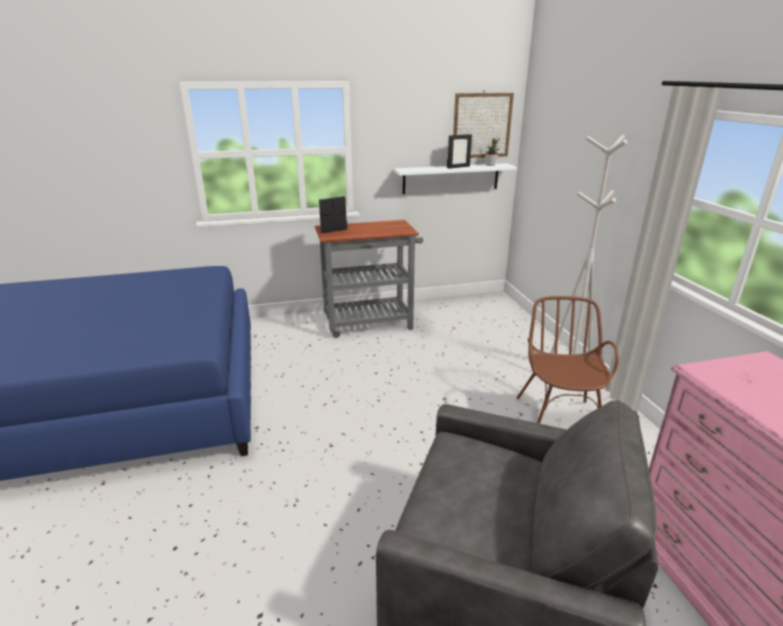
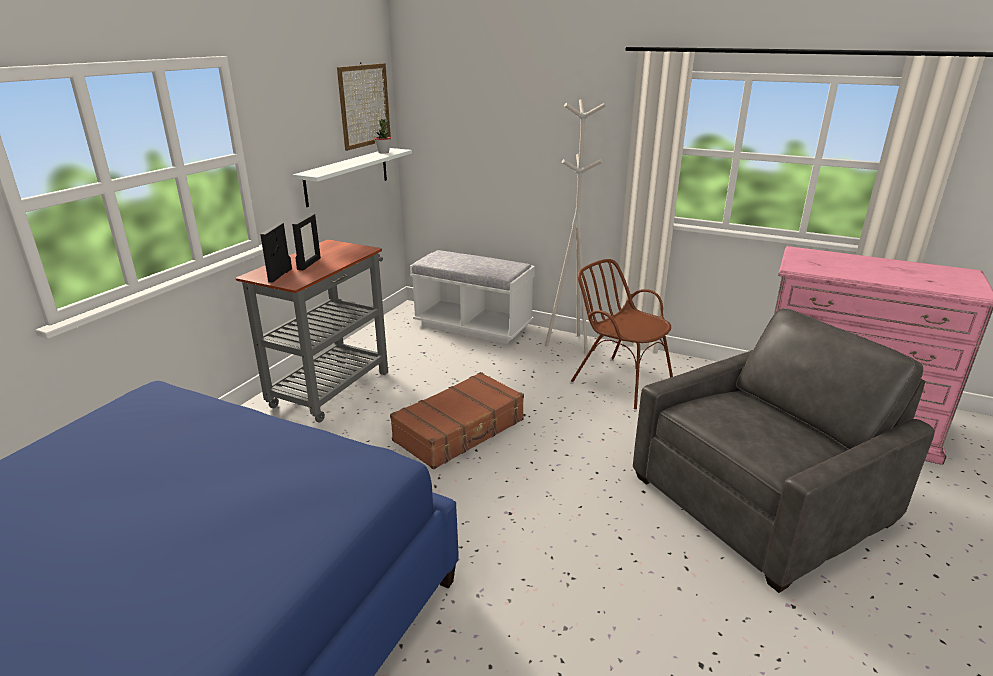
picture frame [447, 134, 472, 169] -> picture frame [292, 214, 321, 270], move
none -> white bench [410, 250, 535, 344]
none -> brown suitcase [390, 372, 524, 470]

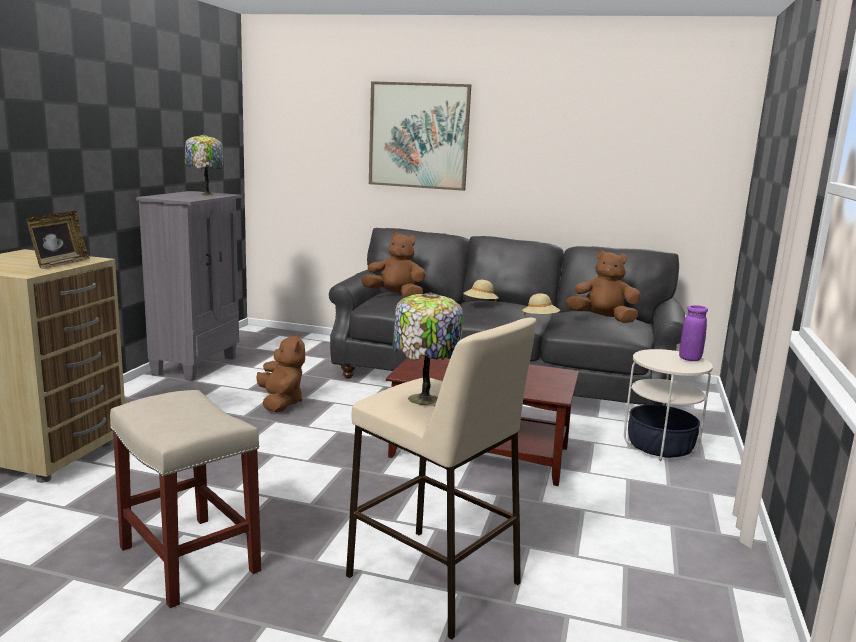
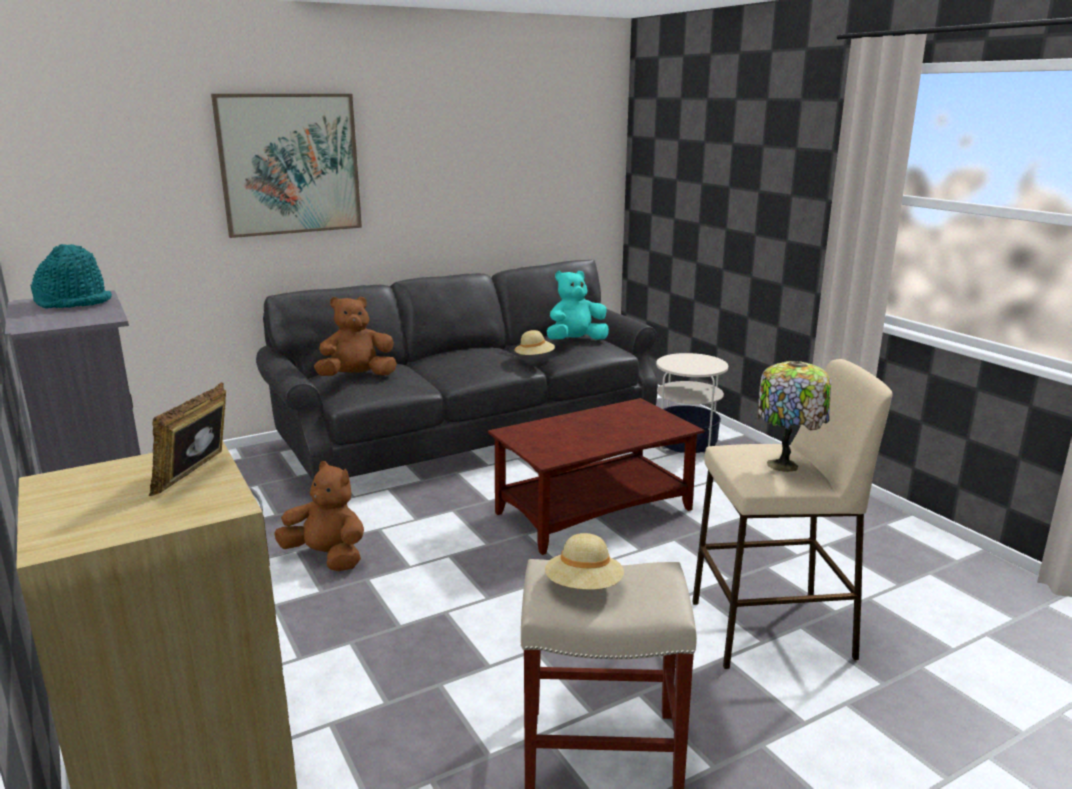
table lamp [185, 134, 223, 196] -> turquoise hat [30, 244, 112, 308]
picture frame [27, 211, 90, 269] -> picture frame [149, 382, 226, 496], 135 degrees counterclockwise
brown plush toy [566, 250, 641, 323] -> turquoise plush toy [547, 271, 609, 340]
beige hat [463, 280, 499, 303] -> beige hat [545, 533, 624, 589], move
purple vase [679, 305, 708, 361] -> none

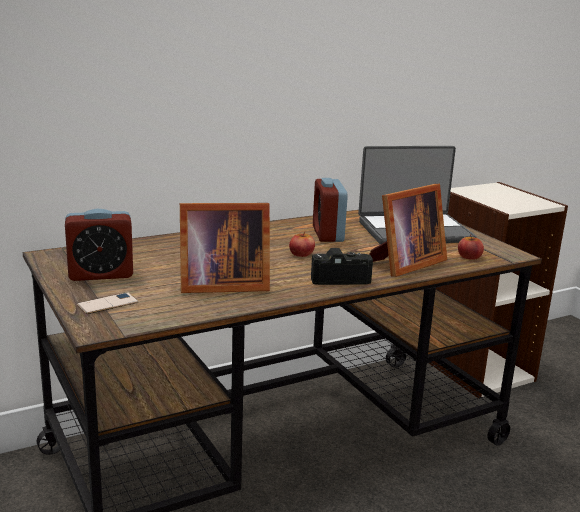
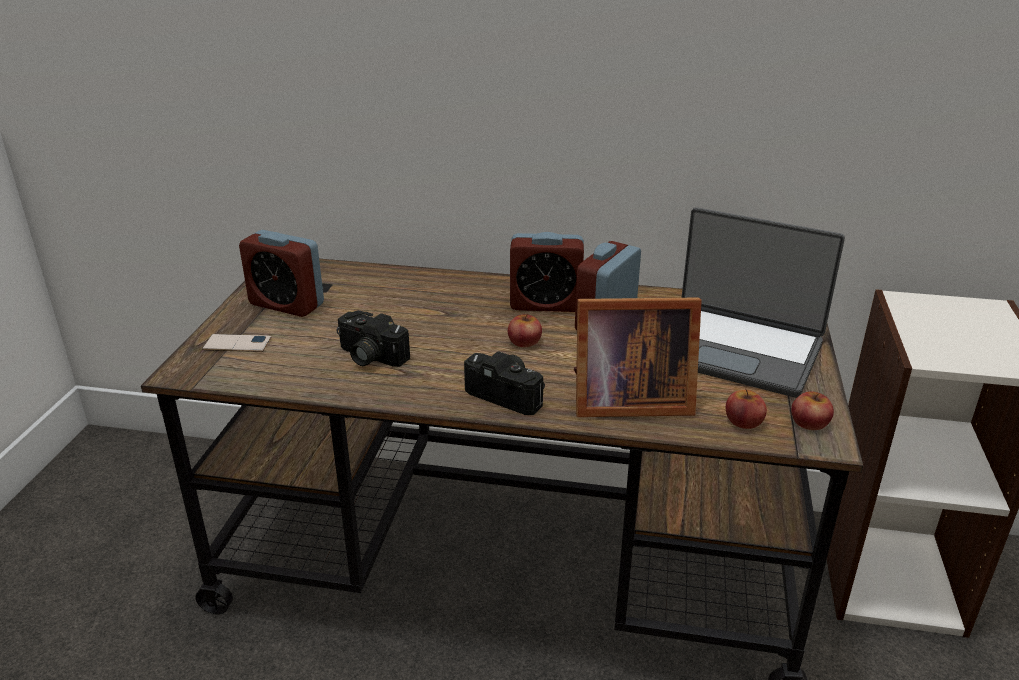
picture frame [180, 203, 270, 293] -> photo camera [336, 310, 410, 367]
none -> alarm clock [510, 232, 584, 312]
none -> apple [791, 391, 834, 430]

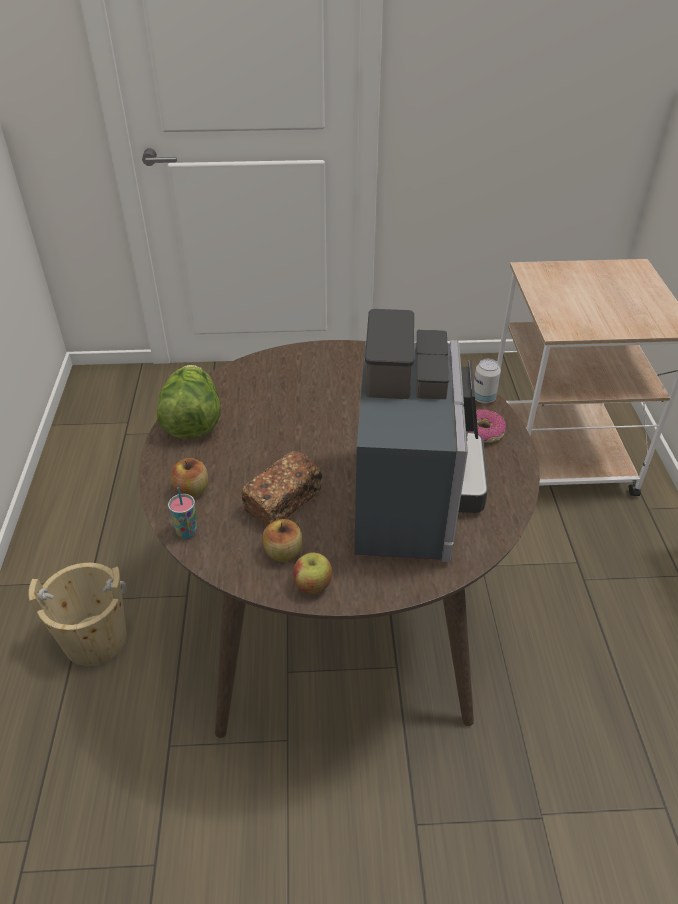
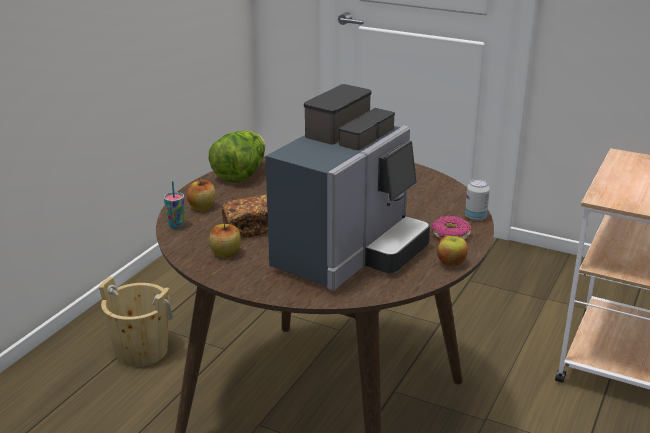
apple [293, 553, 332, 594] -> apple [437, 236, 468, 267], move

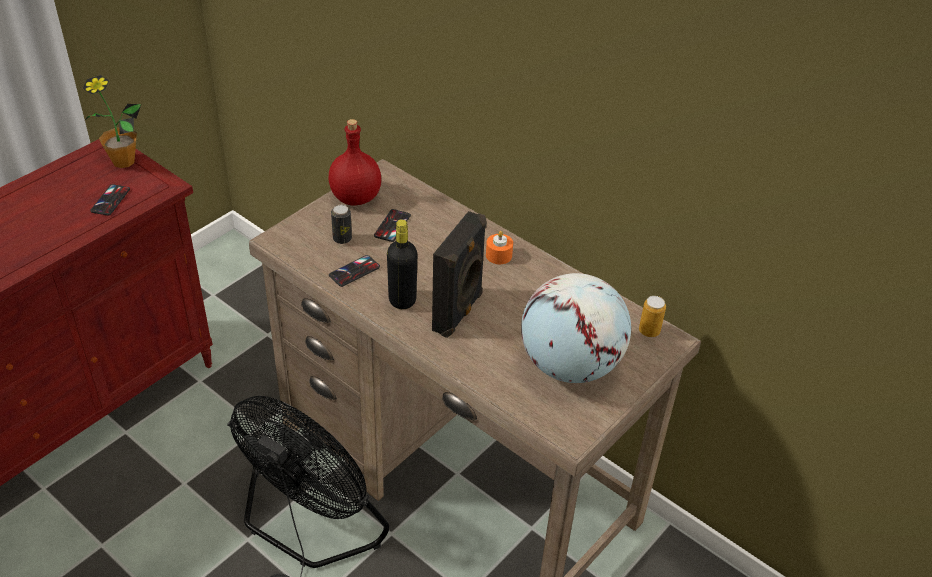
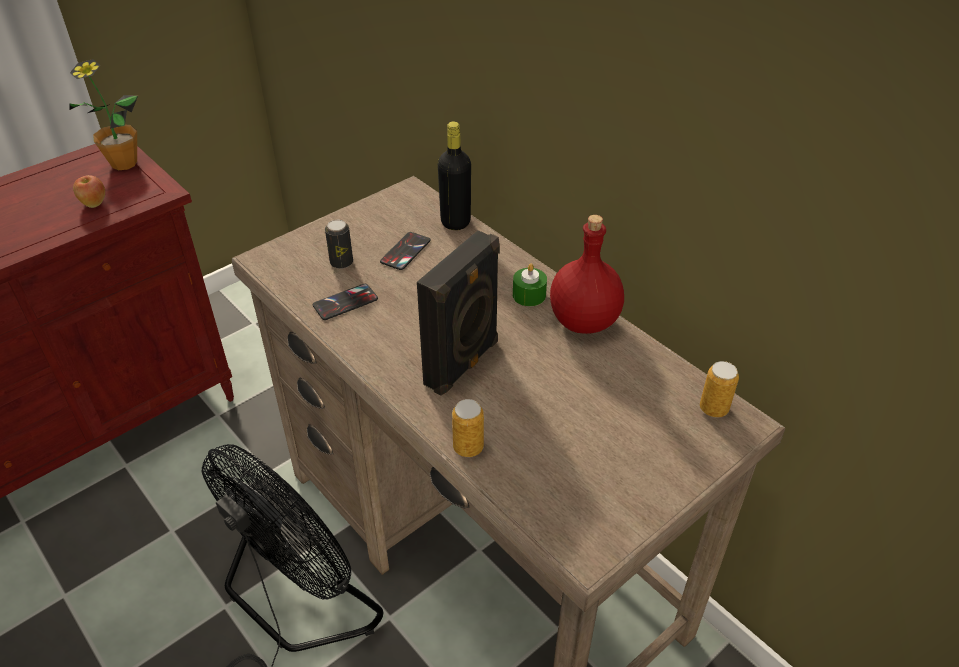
red bottle [328, 119, 381, 205] -> red bottle [550, 215, 624, 334], move
phone [90, 184, 130, 216] -> apple [73, 175, 105, 208]
black bottle [387, 219, 417, 309] -> black bottle [438, 121, 471, 230], move
orange candle [486, 231, 513, 264] -> green candle [513, 263, 547, 306]
globe [521, 273, 631, 383] -> none
none -> can [452, 399, 484, 457]

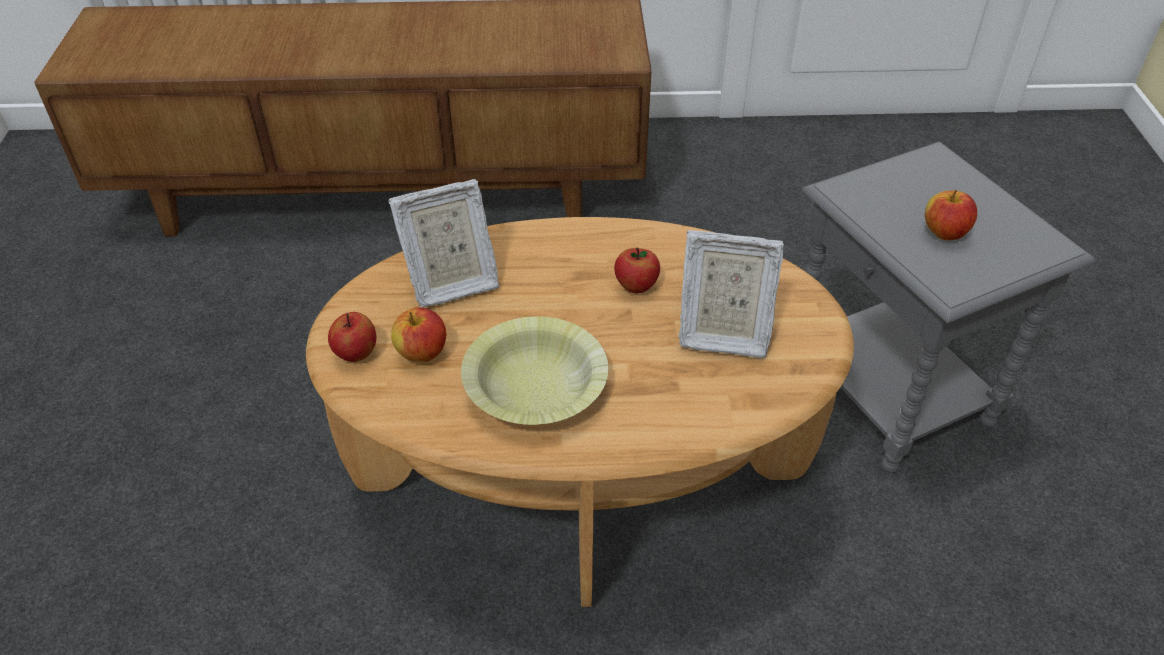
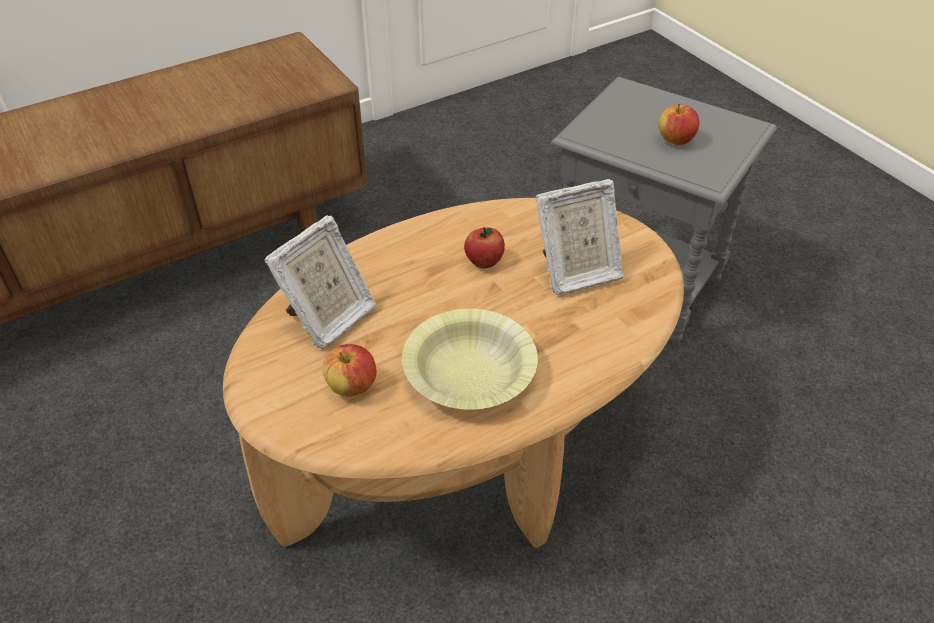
apple [328, 312, 376, 362] -> none

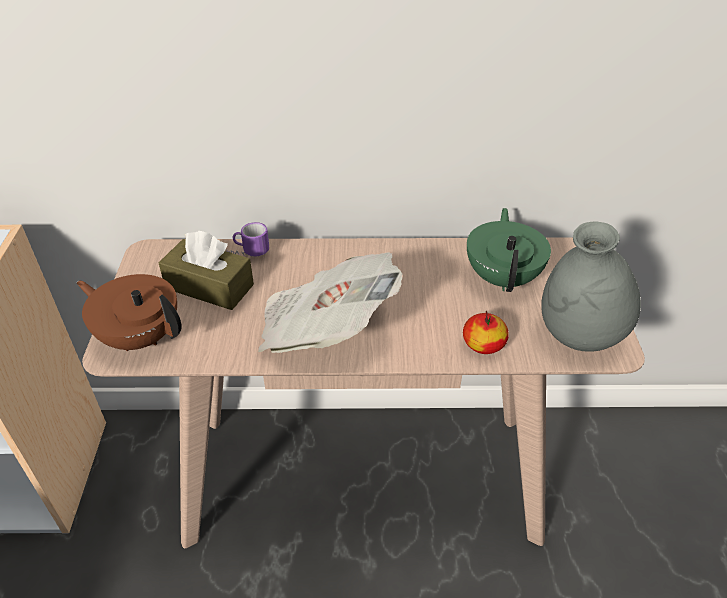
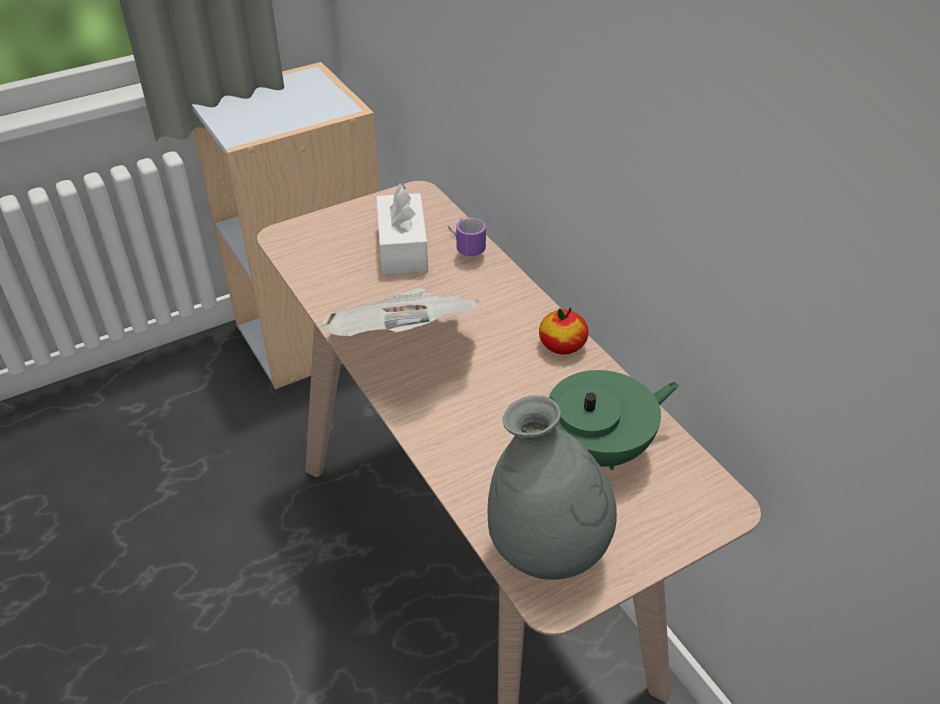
brown tissue box [159, 231, 254, 310] -> white tissue box [376, 183, 428, 275]
brown teapot [76, 274, 182, 351] -> none
apple [463, 311, 509, 354] -> apple [539, 308, 588, 354], move

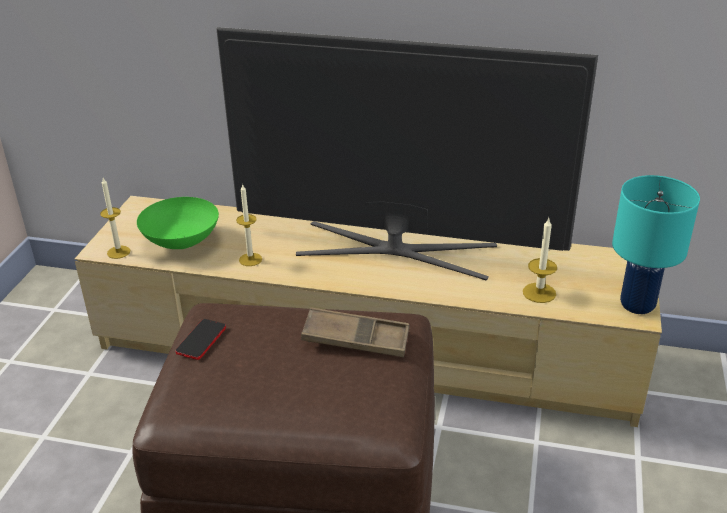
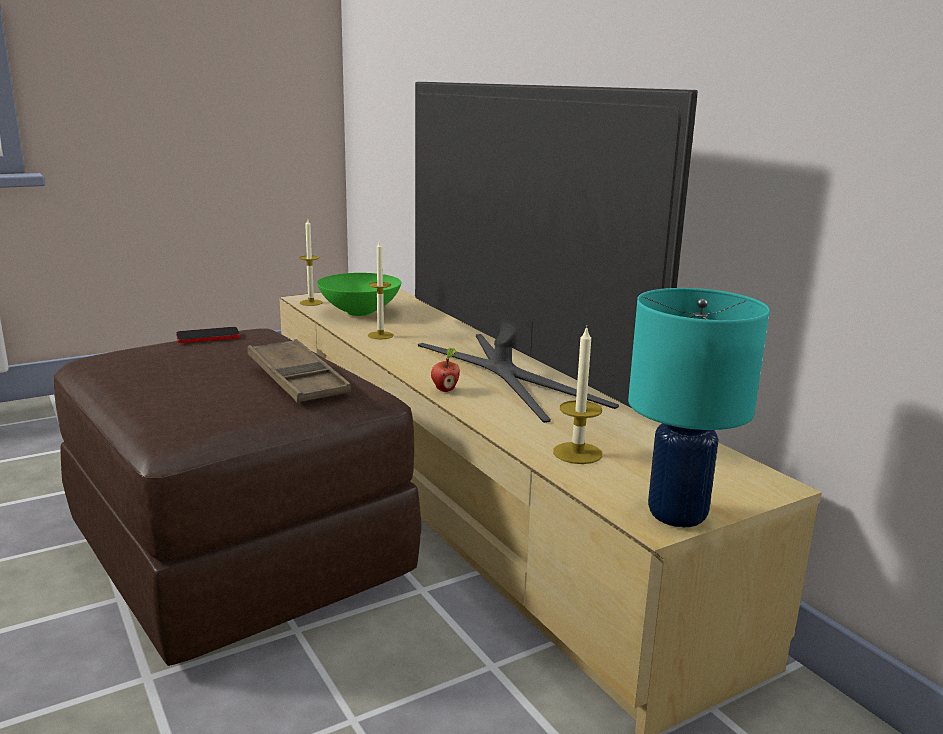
none -> apple [431, 348, 460, 392]

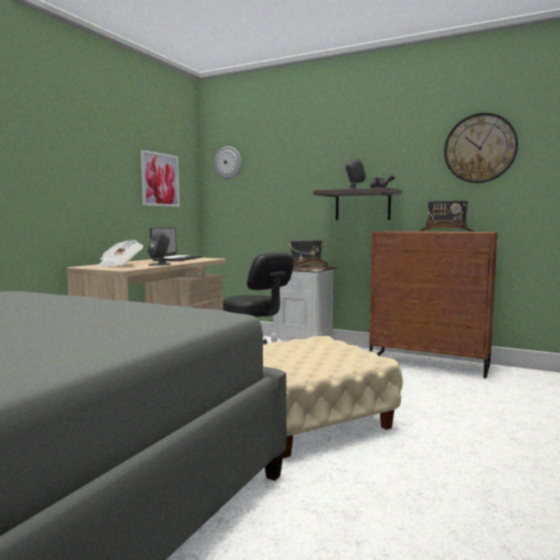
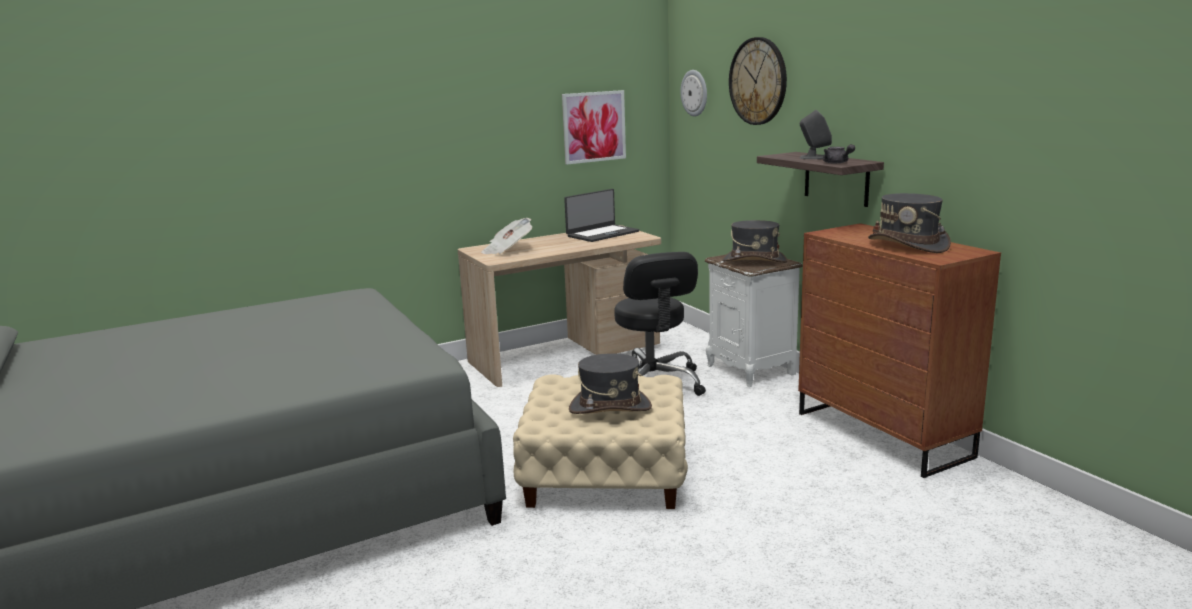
wall clock [444, 113, 518, 183] -> wall clock [729, 37, 787, 125], move
grey speaker [148, 231, 171, 266] -> none
none -> grey hat [569, 353, 652, 414]

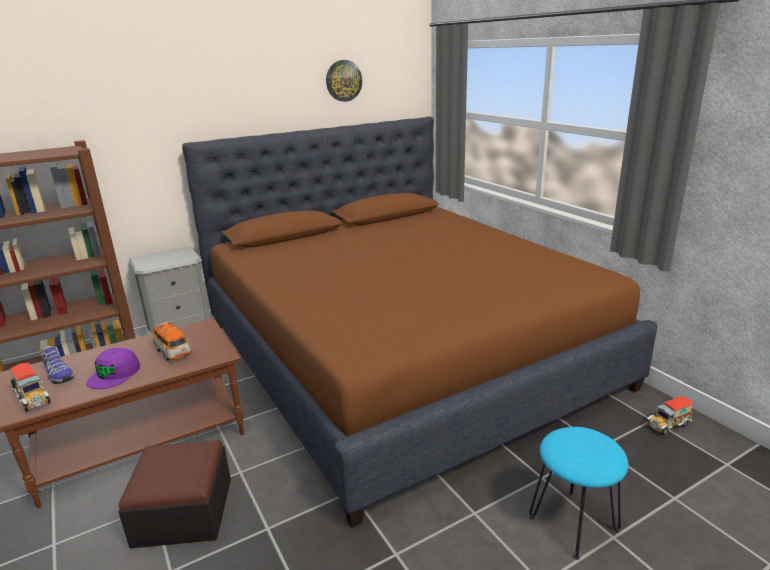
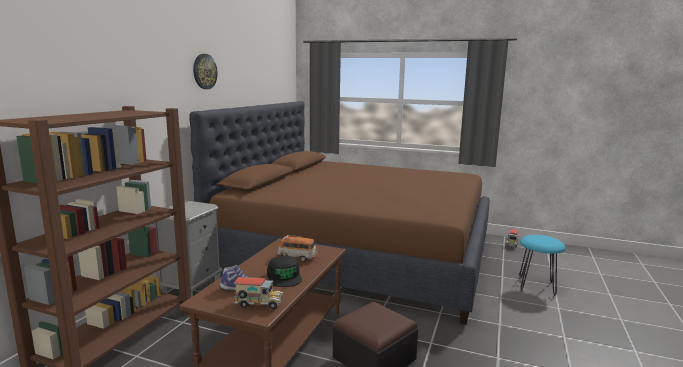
wall clock [326, 60, 362, 102] -> wall clock [193, 54, 218, 89], move
purple cap [86, 348, 140, 389] -> black cap [267, 256, 302, 287]

